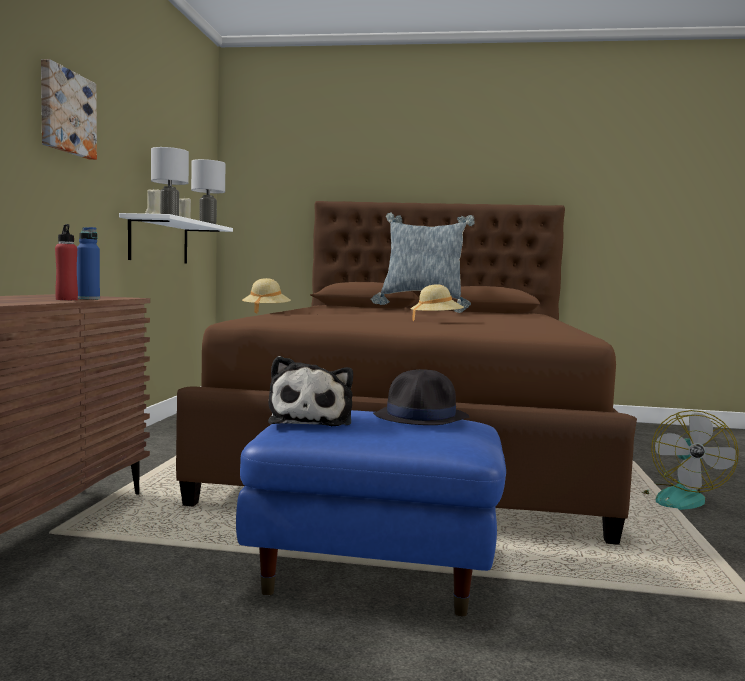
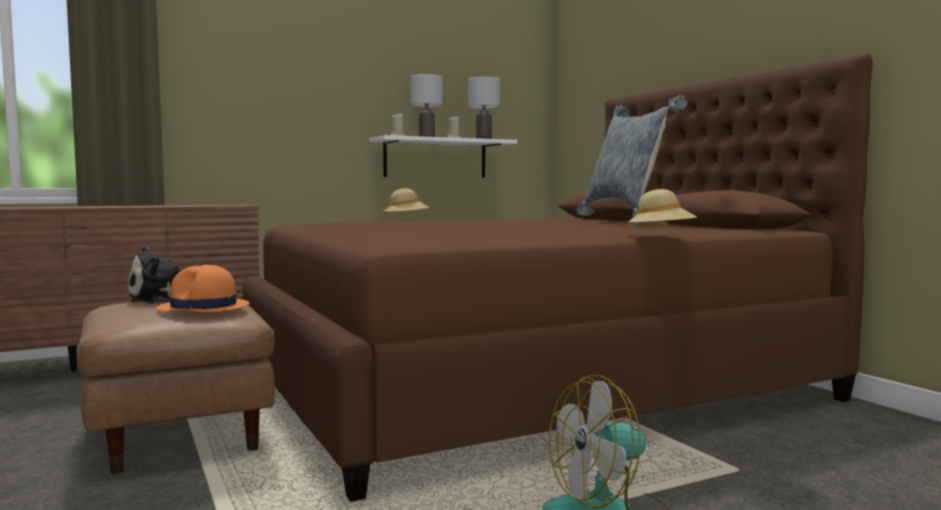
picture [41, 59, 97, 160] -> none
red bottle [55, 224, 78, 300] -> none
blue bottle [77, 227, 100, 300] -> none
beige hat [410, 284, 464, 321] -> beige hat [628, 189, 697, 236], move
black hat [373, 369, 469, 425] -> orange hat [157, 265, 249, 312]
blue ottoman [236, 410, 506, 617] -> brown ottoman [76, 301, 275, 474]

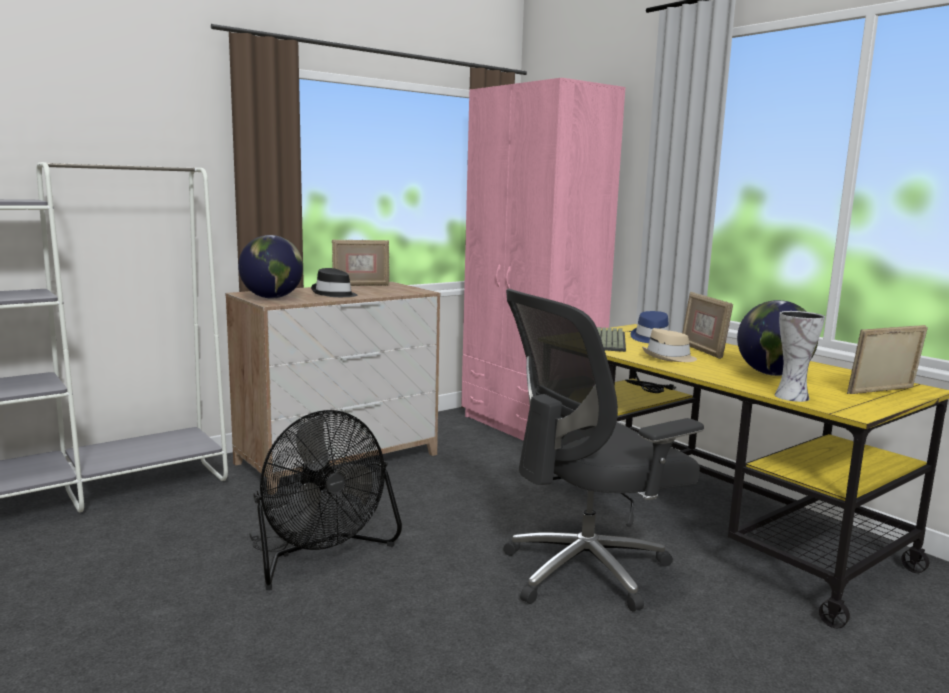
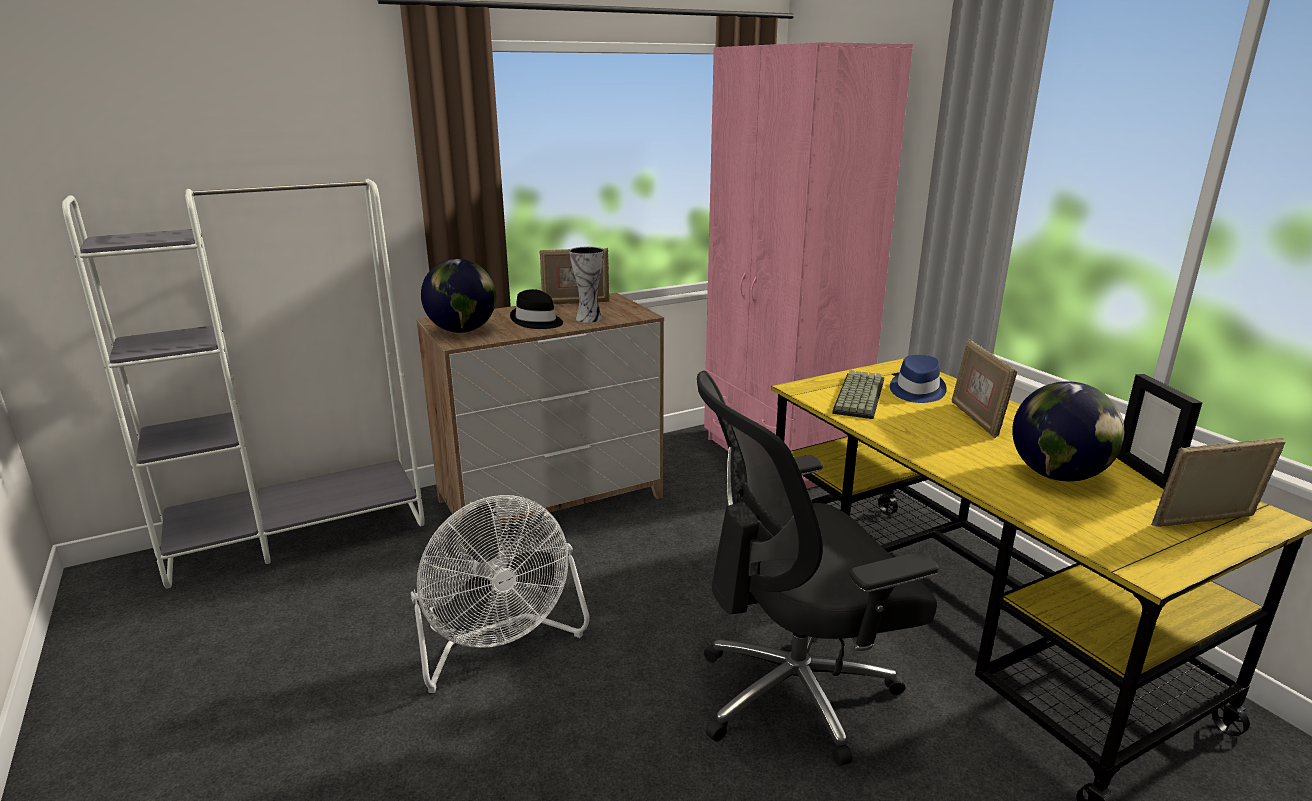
vase [775, 311, 825, 402] -> vase [569, 246, 604, 323], move
beige hat [642, 328, 697, 362] -> none
black fan [250, 410, 402, 590] -> white fan [411, 495, 589, 693]
none -> picture frame [1117, 374, 1202, 489]

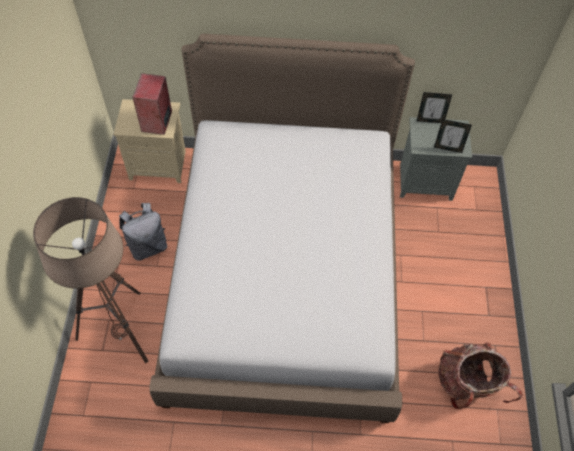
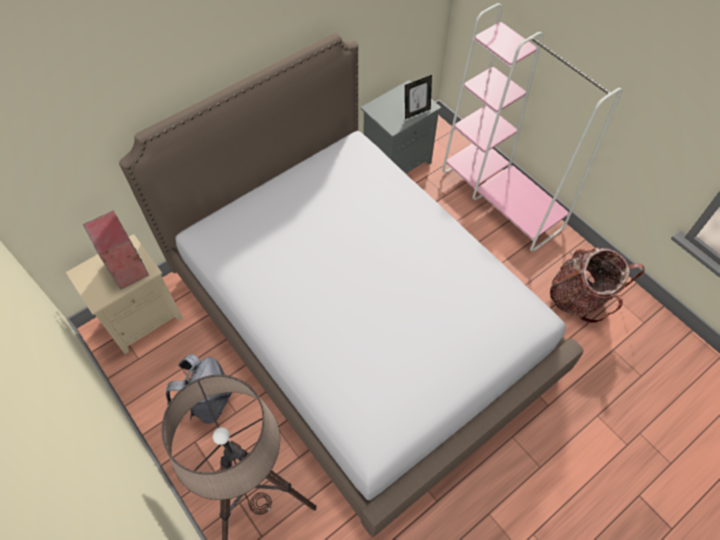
picture frame [417, 92, 452, 123] -> none
none -> pink clothes rack [442, 3, 622, 251]

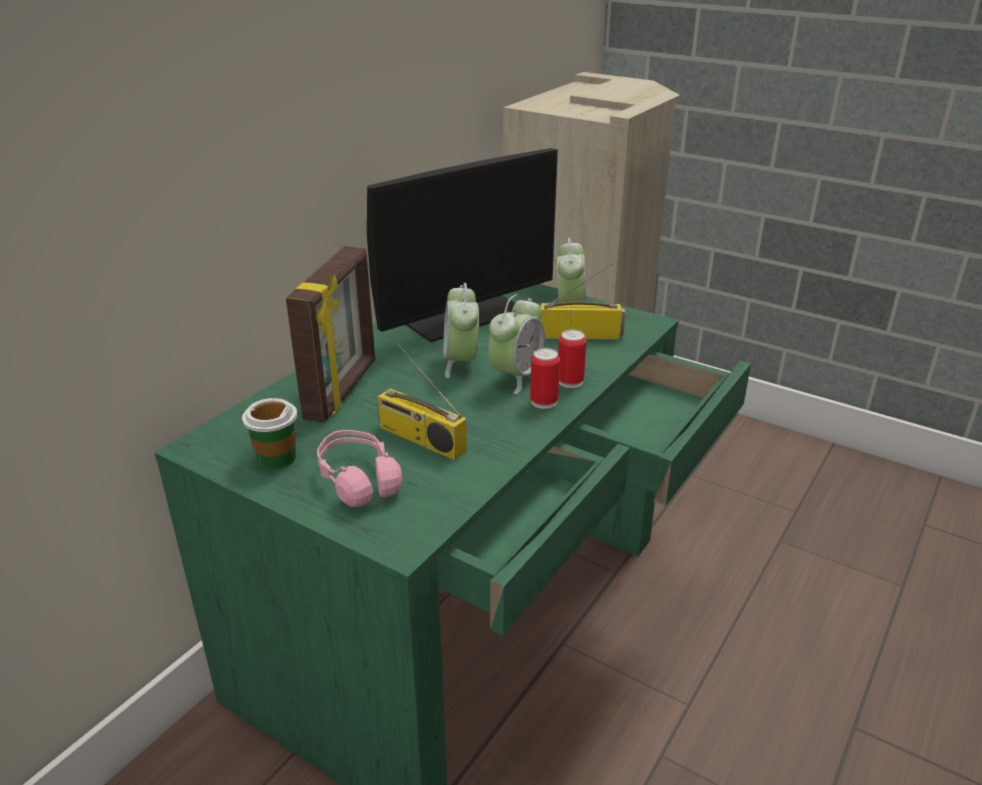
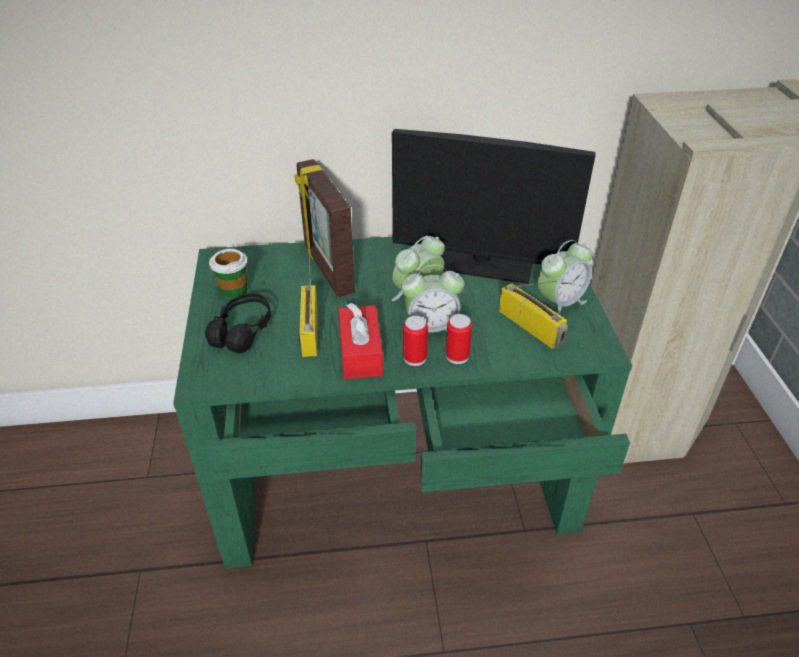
picture frame [286, 246, 375, 423] -> picture frame [294, 159, 355, 298], 90 degrees clockwise
pink headphones [317, 430, 402, 507] -> black headphones [205, 293, 271, 353]
none -> red tissue box [338, 303, 383, 379]

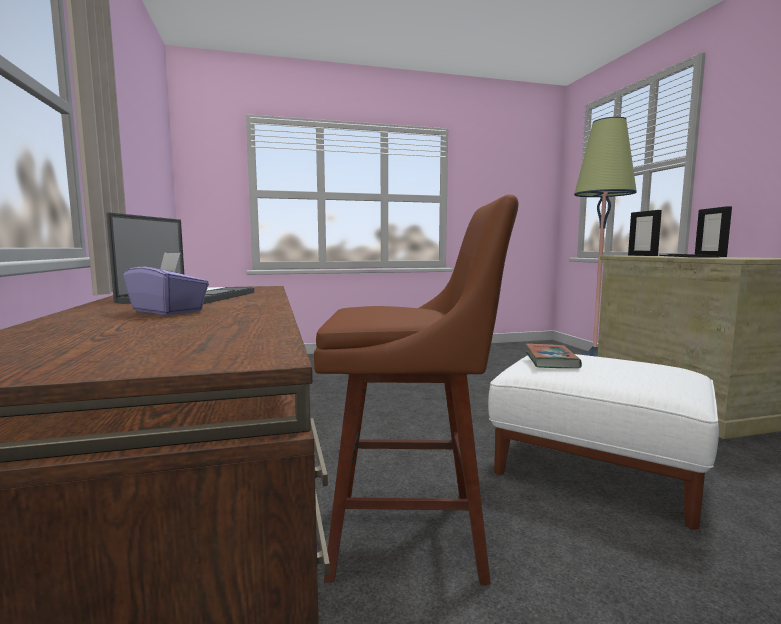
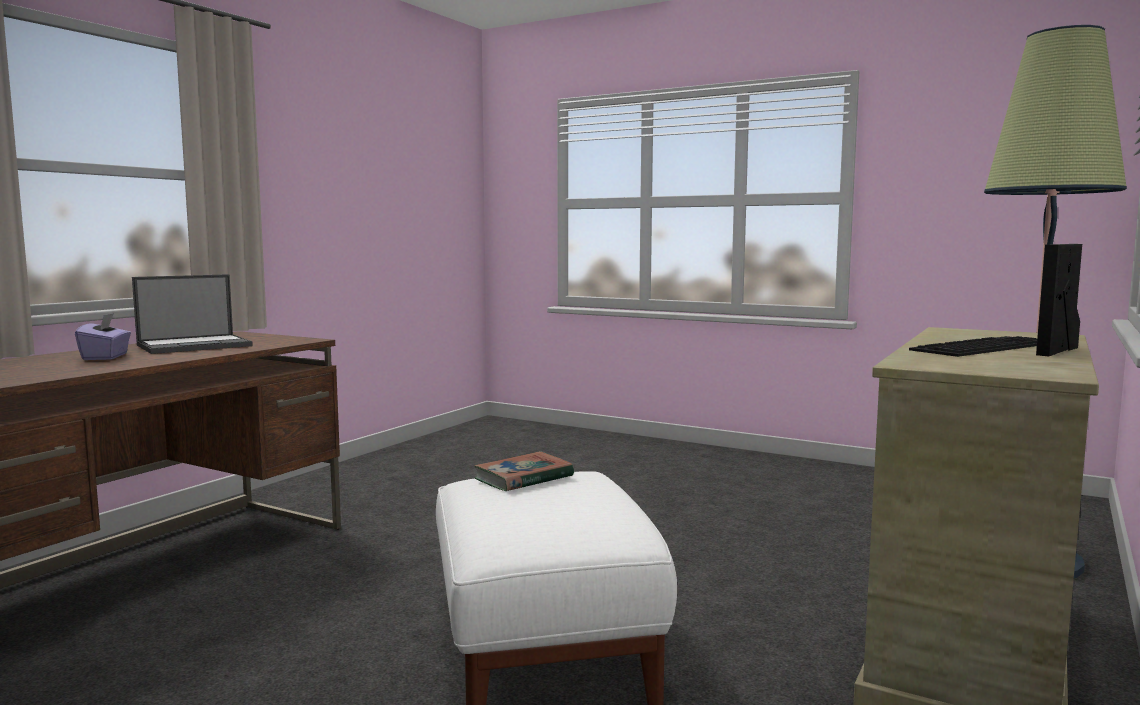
brown stool [314, 194, 518, 585] -> none
picture frame [628, 210, 662, 256] -> none

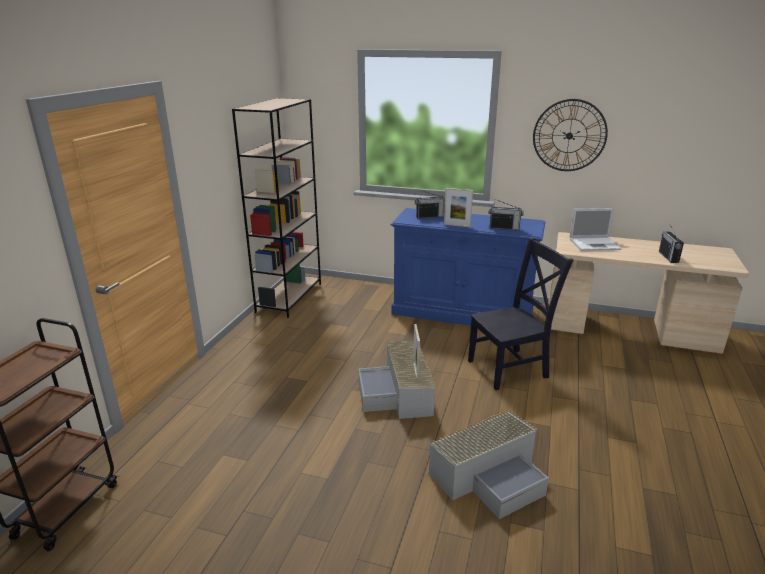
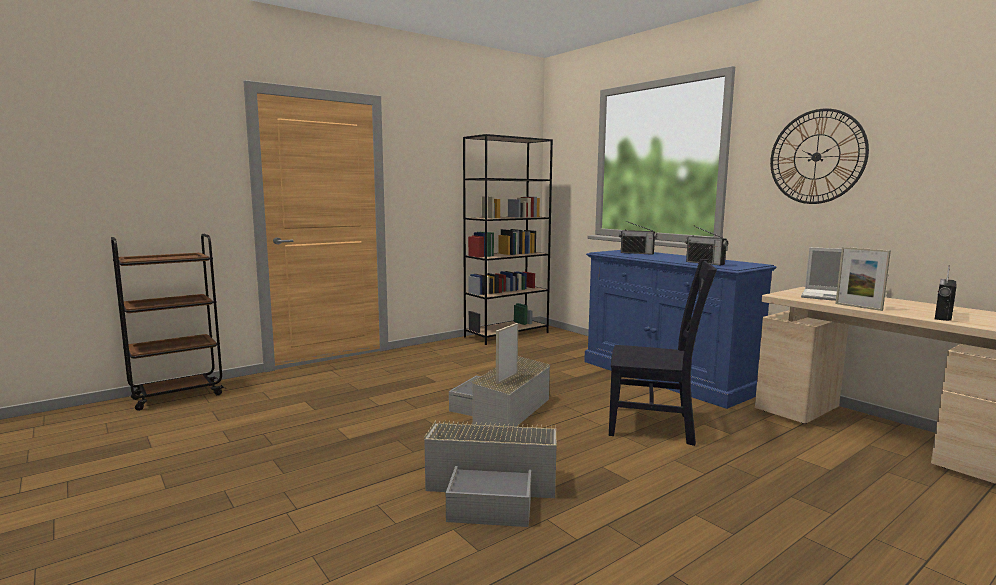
picture frame [444, 188, 473, 227] -> picture frame [835, 247, 891, 311], move

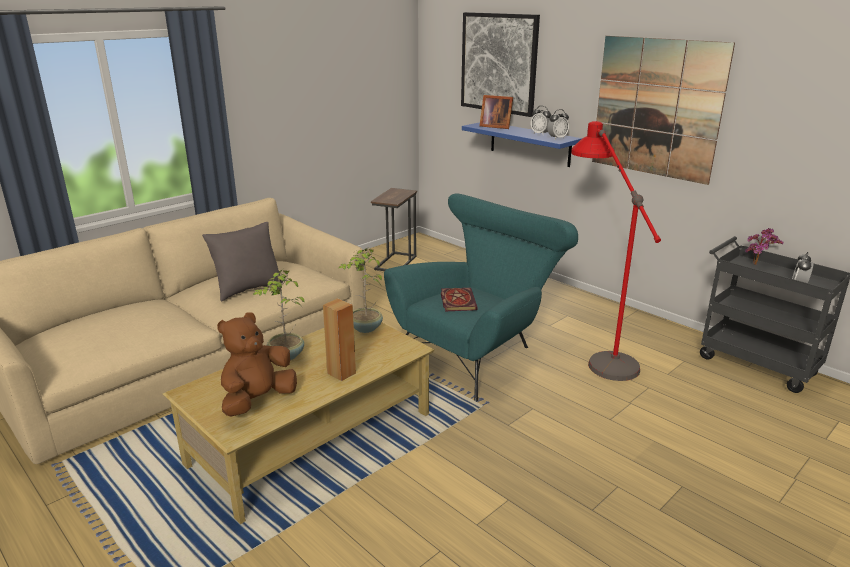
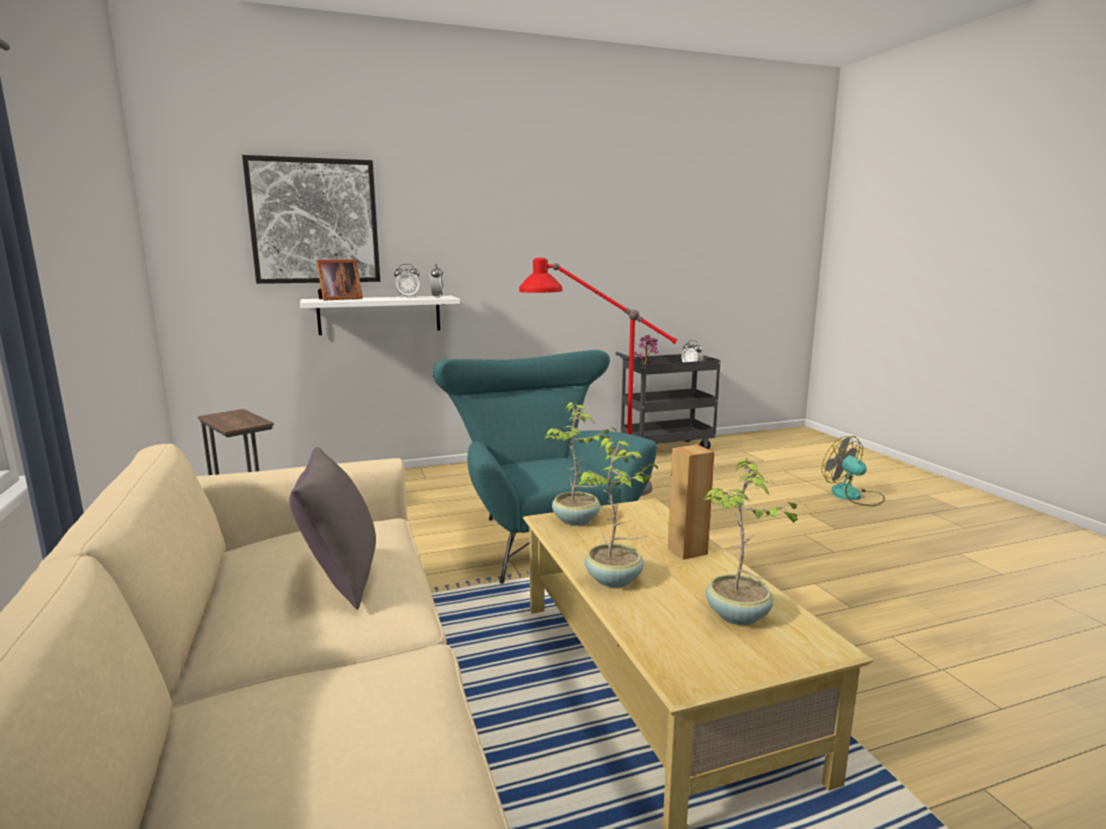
picture [592, 36, 735, 185] -> none
blue shelf [462, 122, 582, 167] -> white shelf [300, 296, 460, 335]
book [441, 288, 478, 312] -> none
brown plush toy [217, 312, 297, 417] -> potted plant [704, 458, 808, 625]
none -> fan [822, 436, 885, 506]

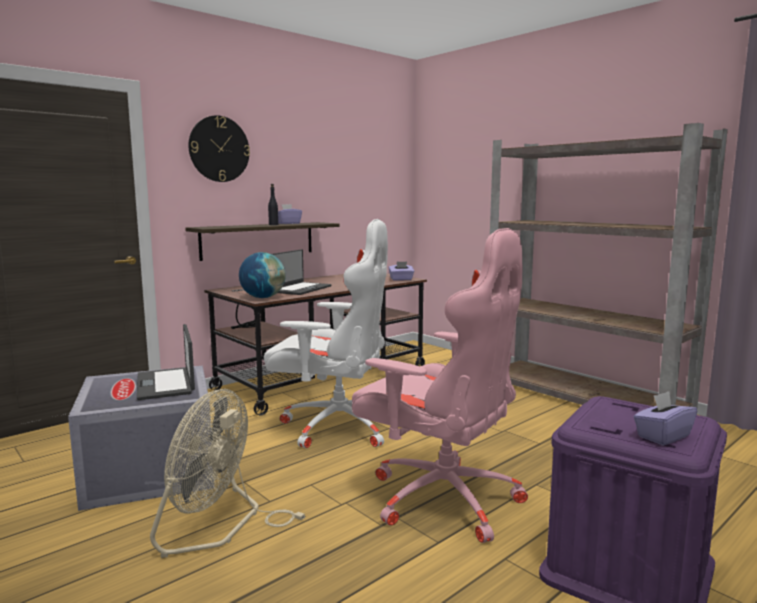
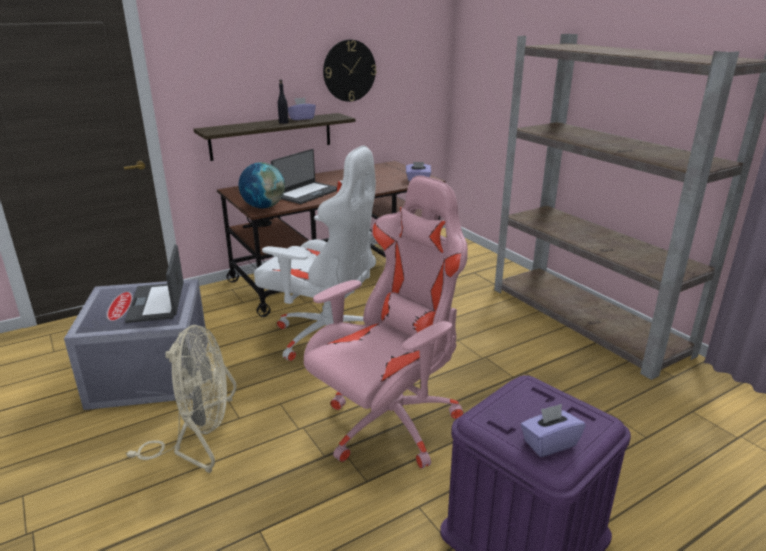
wall clock [189, 115, 250, 182] -> wall clock [323, 40, 376, 102], move
pink office chair [352, 228, 528, 543] -> pink office chair [304, 176, 468, 469], 90 degrees counterclockwise
beige fan [150, 389, 306, 558] -> beige fan [127, 325, 236, 473], 150 degrees clockwise

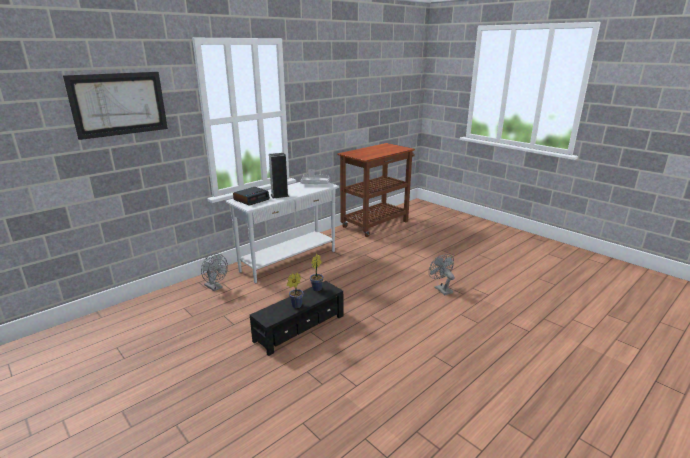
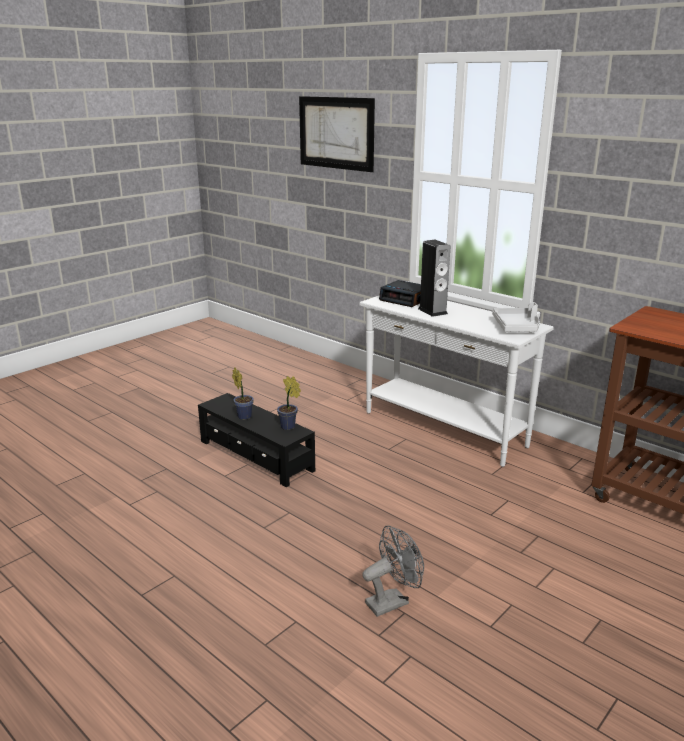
grey fan [201, 253, 228, 291] -> none

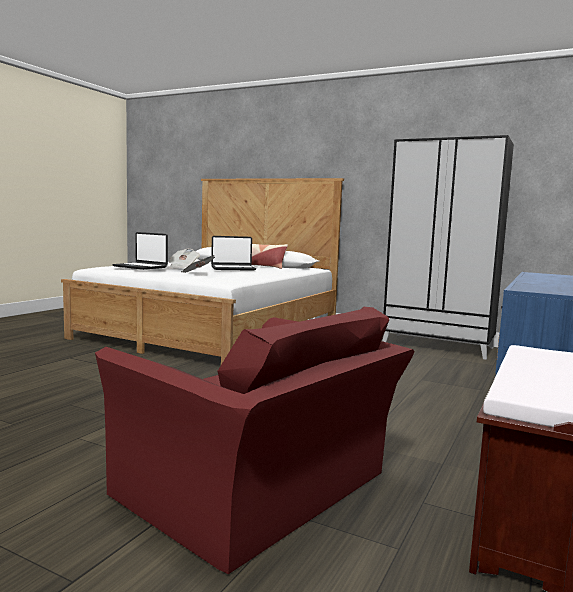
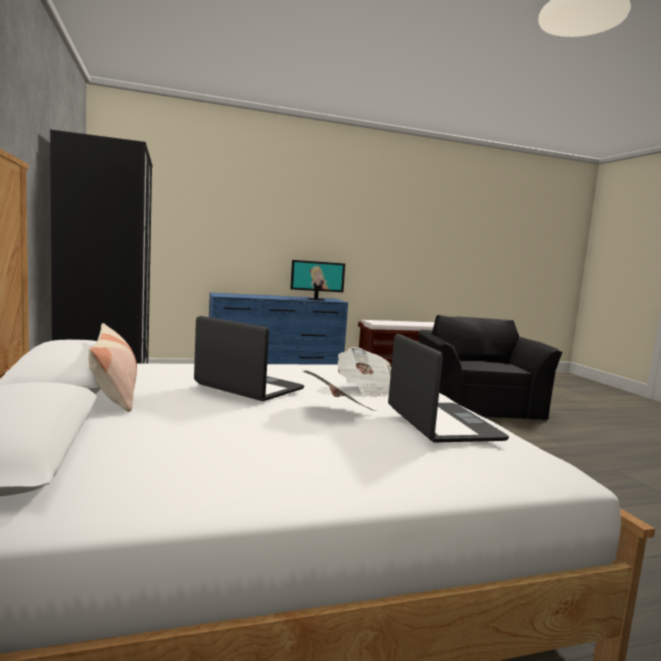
red armchair [95, 307, 415, 574] -> black armchair [418, 315, 562, 420]
none -> monitor [290, 260, 345, 301]

